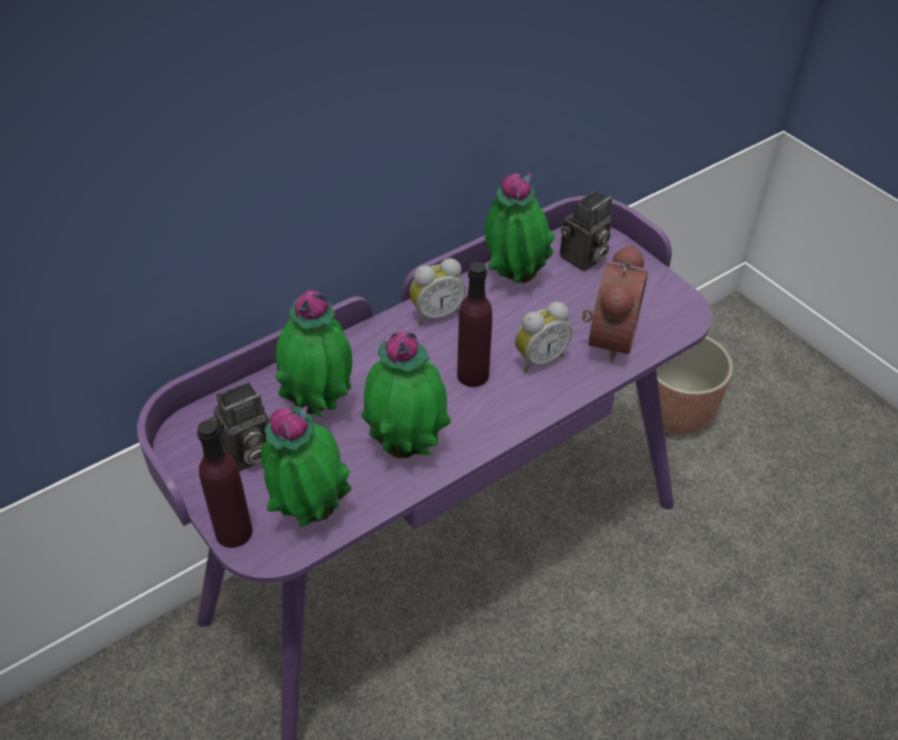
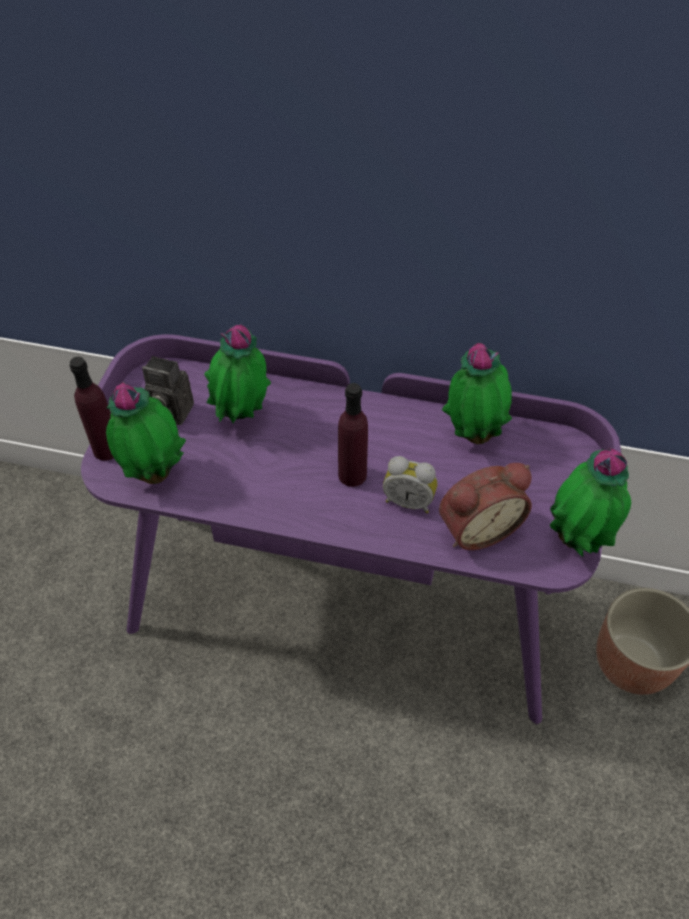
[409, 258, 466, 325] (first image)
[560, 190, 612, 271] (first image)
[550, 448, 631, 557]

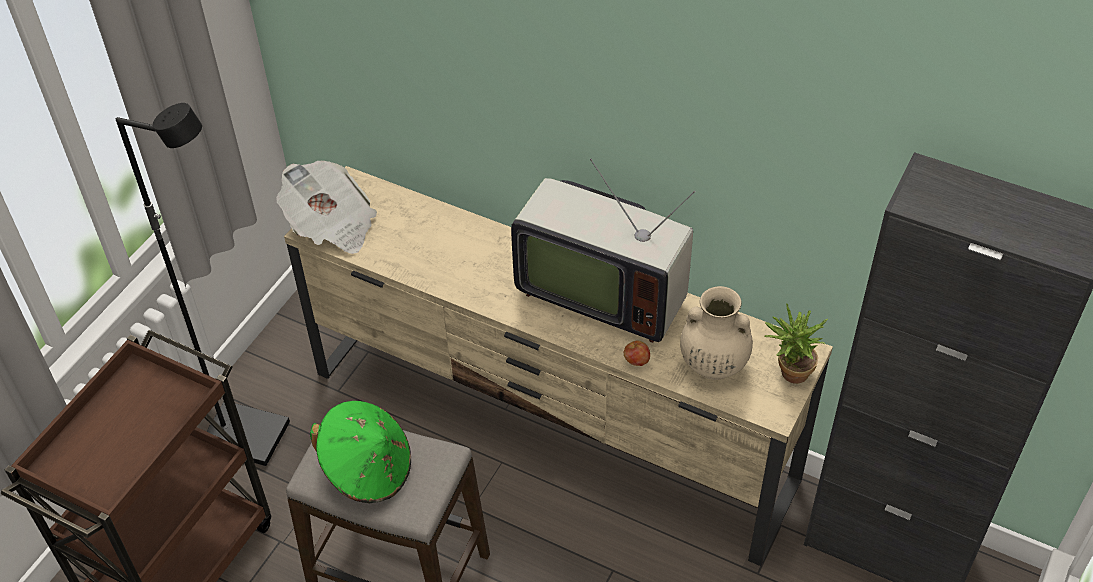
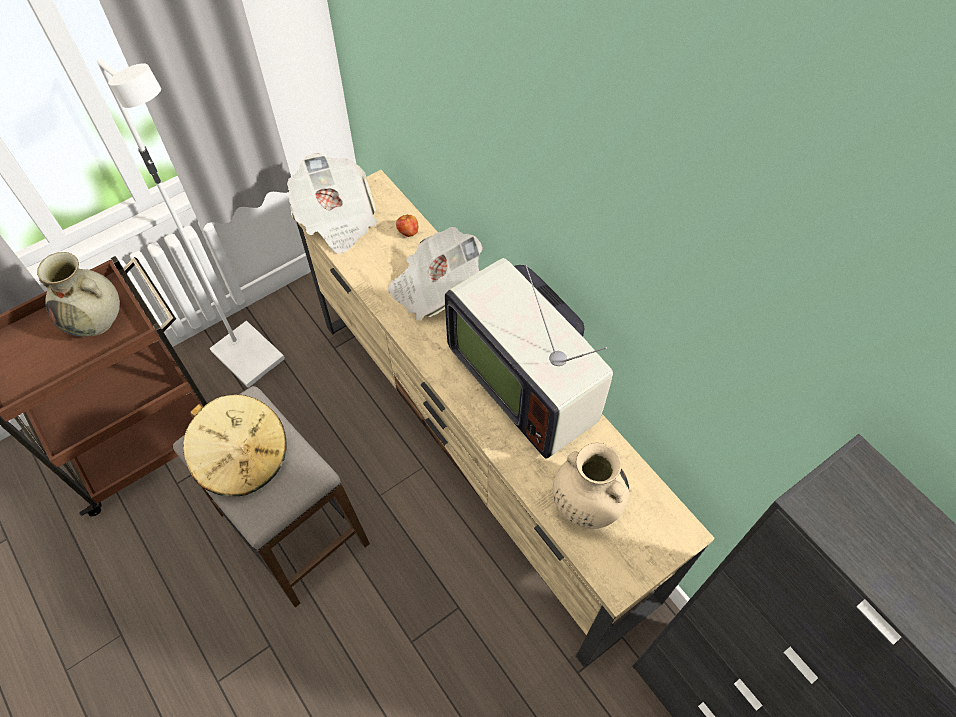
[764, 303, 828, 384] (first image)
[37, 252, 120, 337]
[388, 227, 483, 321]
[396, 214, 418, 237]
[97, 58, 285, 387]
[183, 394, 287, 496]

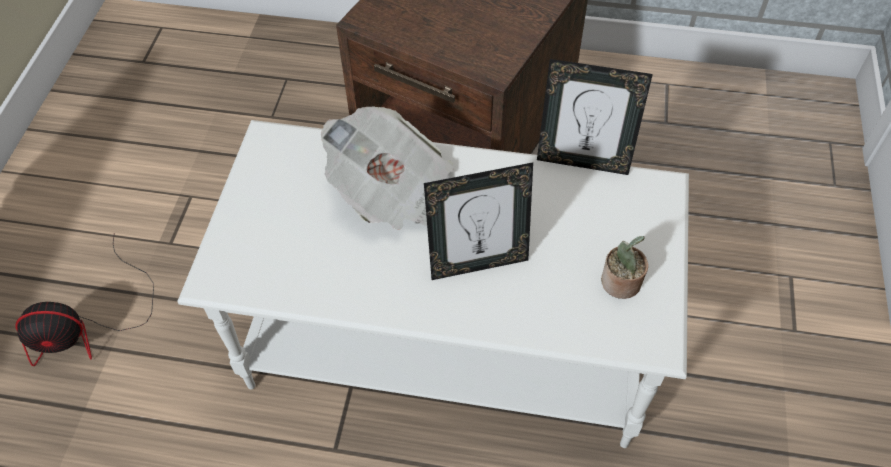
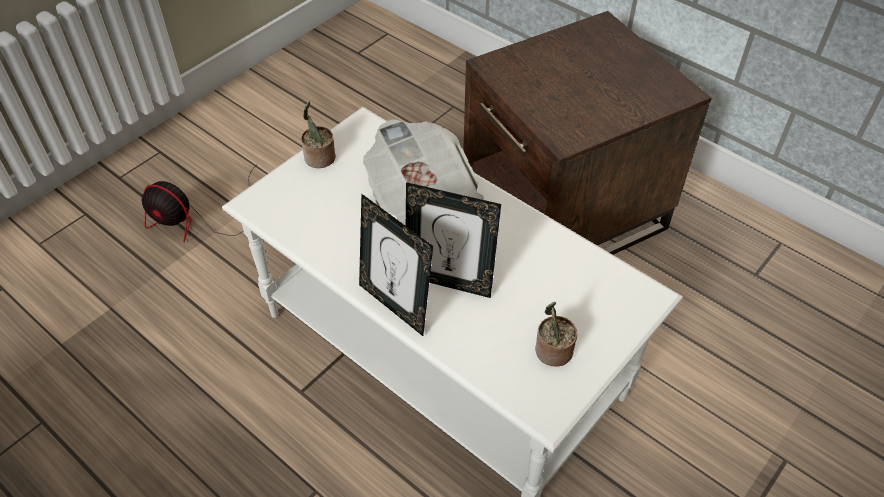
[301, 101, 336, 168]
[359, 194, 433, 336]

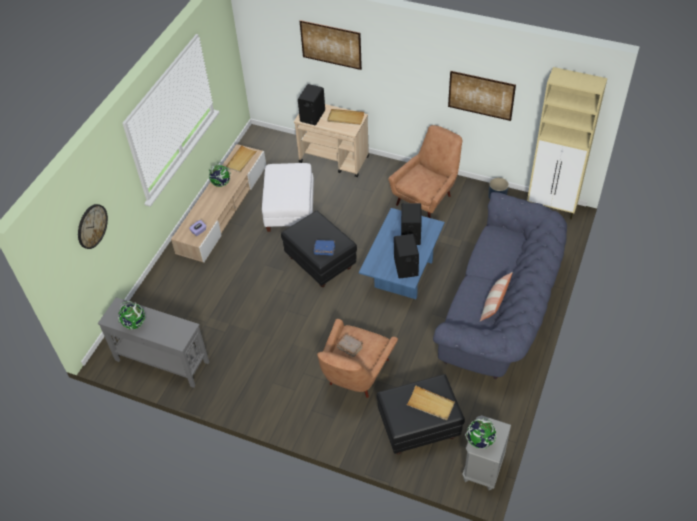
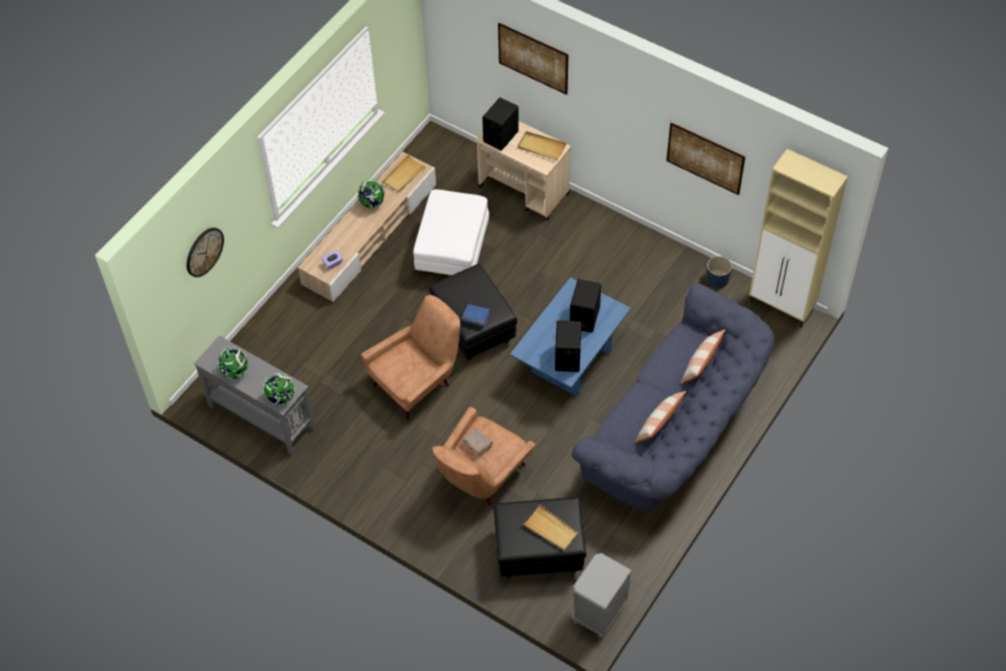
[680, 330, 725, 384]
[361, 295, 461, 420]
[262, 373, 295, 405]

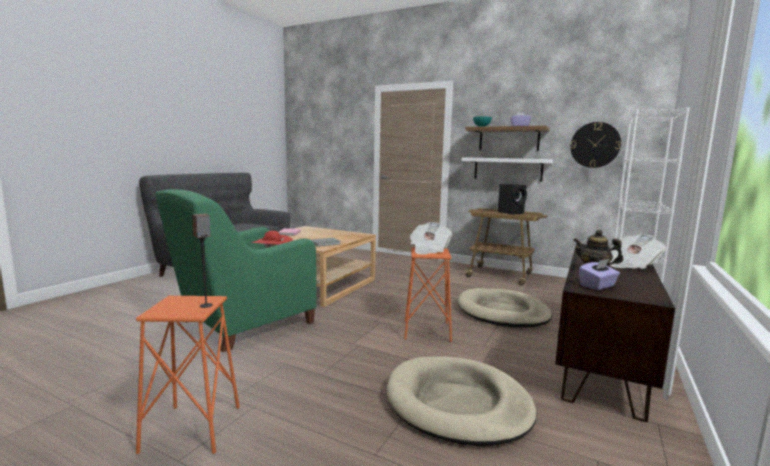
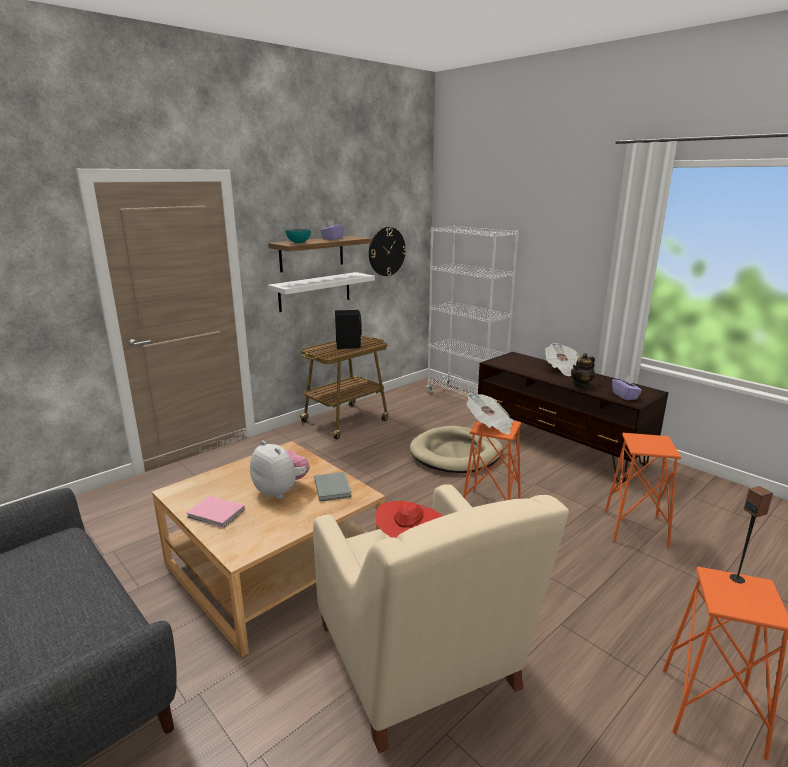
[250, 440, 310, 499]
[605, 433, 681, 548]
[313, 484, 569, 753]

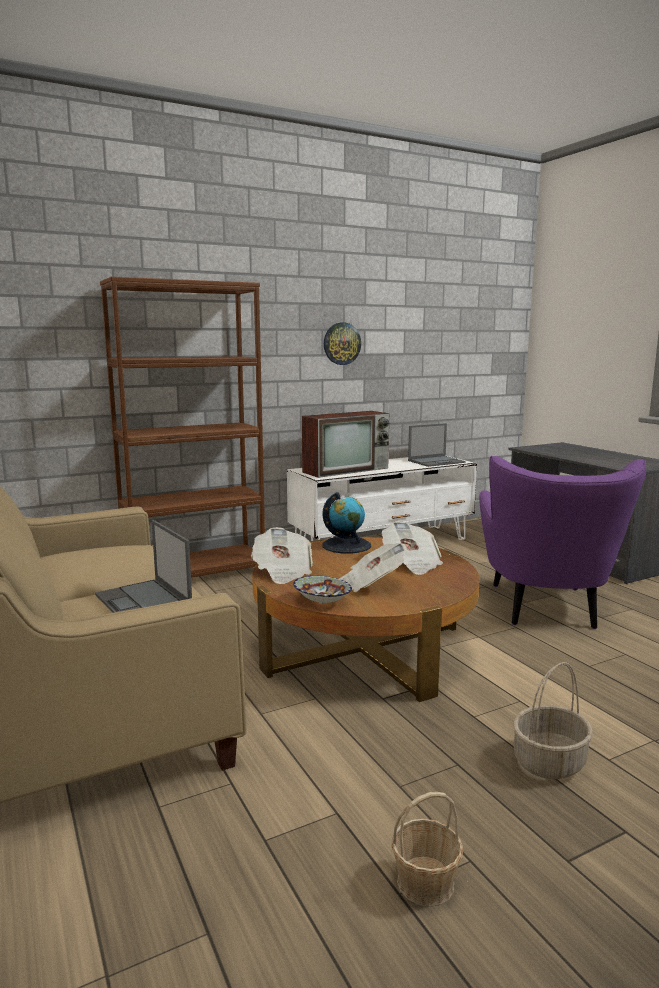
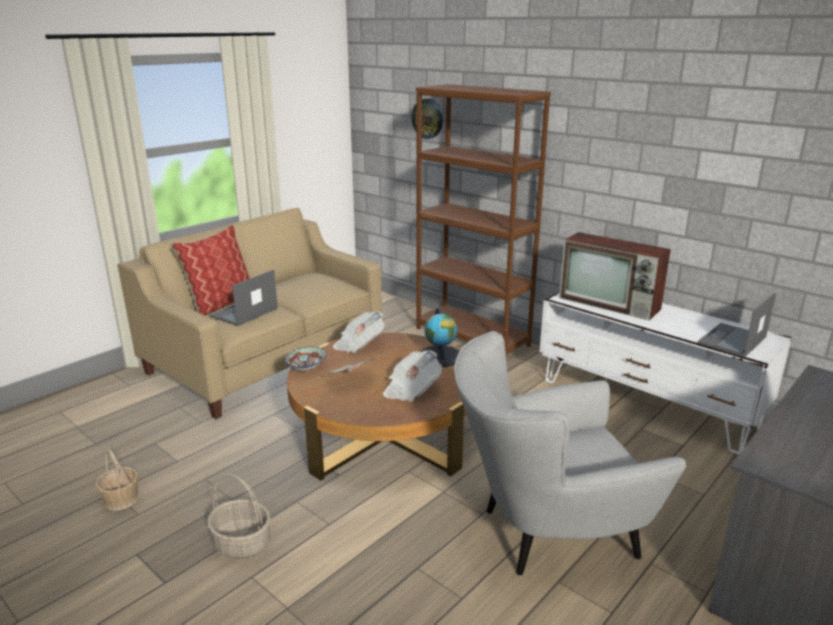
[170, 225, 250, 316]
[412, 99, 443, 139]
[454, 331, 687, 576]
[697, 293, 776, 357]

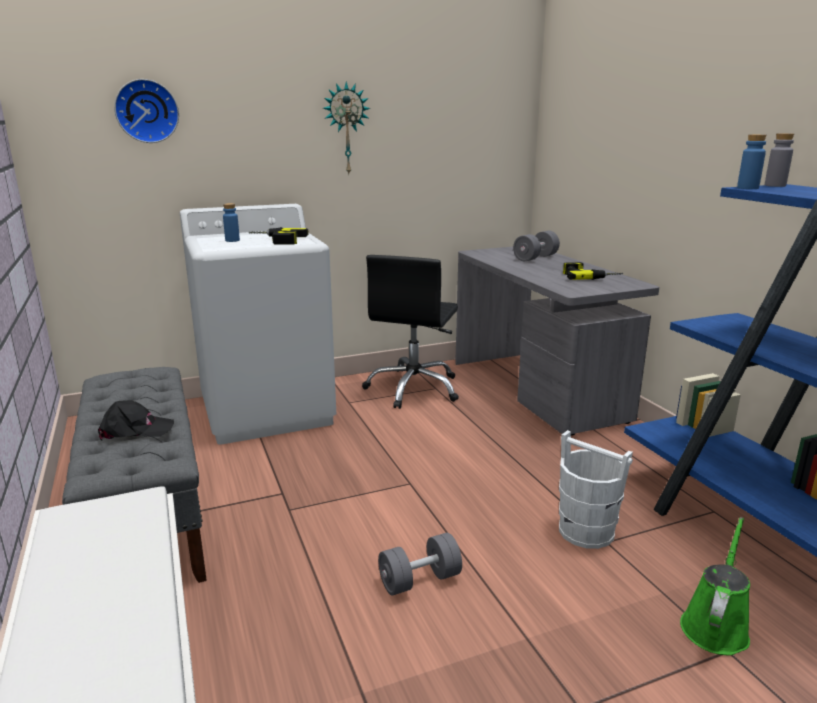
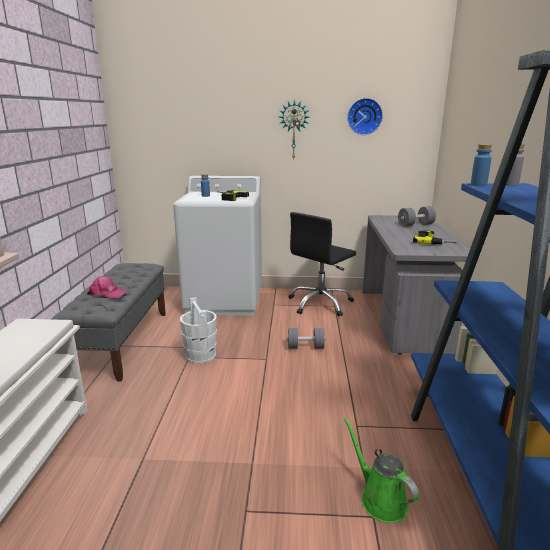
[347, 98, 383, 135]
[287, 328, 325, 349]
[180, 297, 217, 364]
[87, 276, 127, 299]
[344, 418, 419, 523]

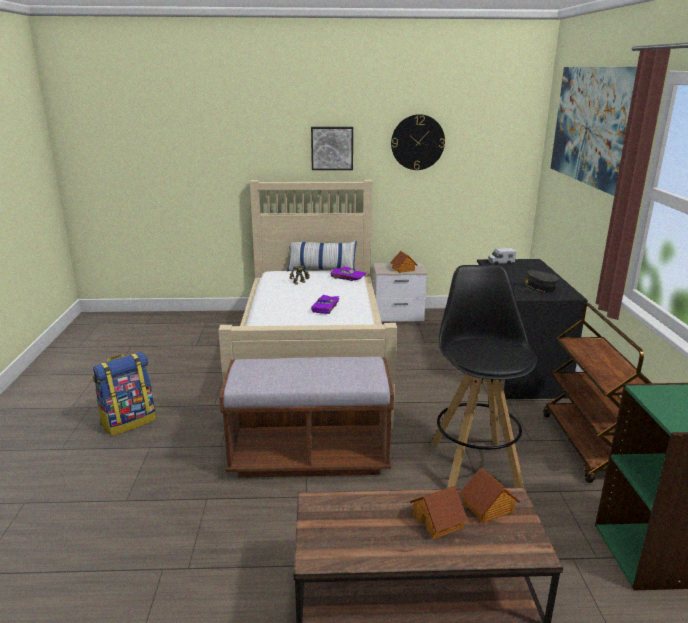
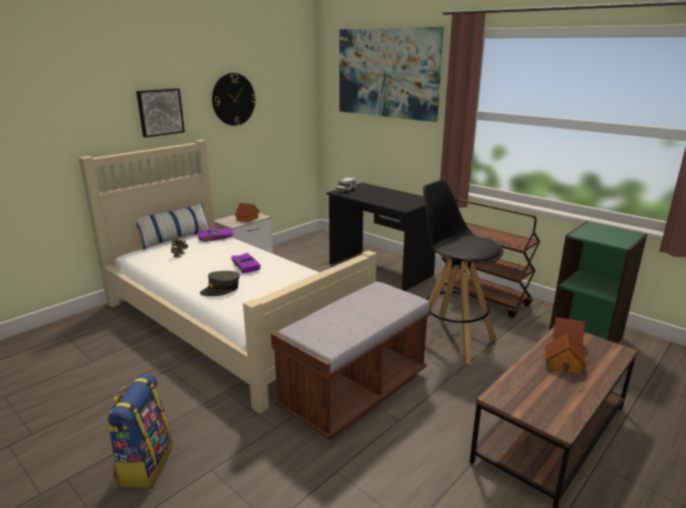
[200, 271, 240, 296]

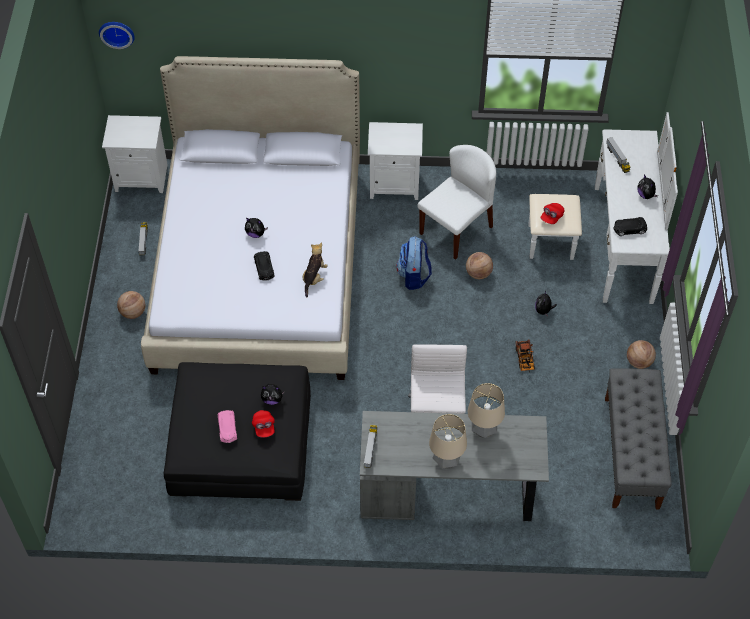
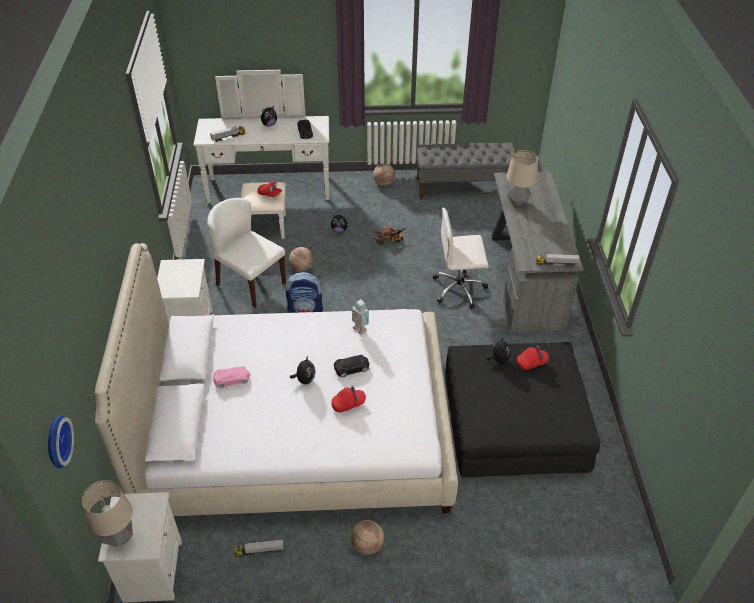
[331, 386, 366, 413]
[213, 366, 250, 388]
[82, 480, 133, 547]
[352, 299, 369, 335]

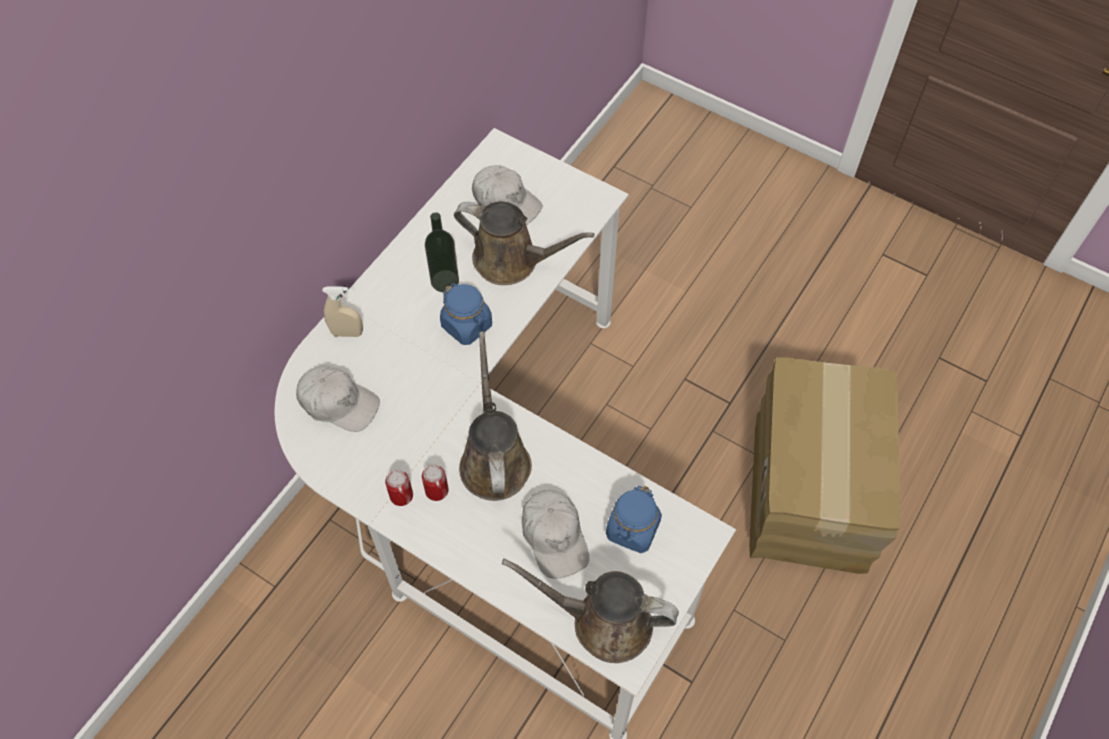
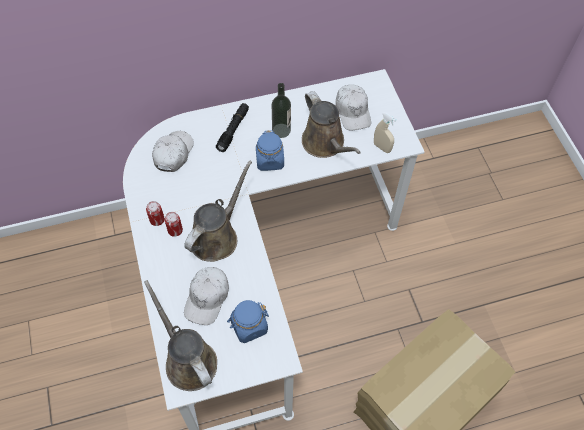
[216, 103, 249, 152]
[374, 112, 396, 153]
[152, 131, 194, 172]

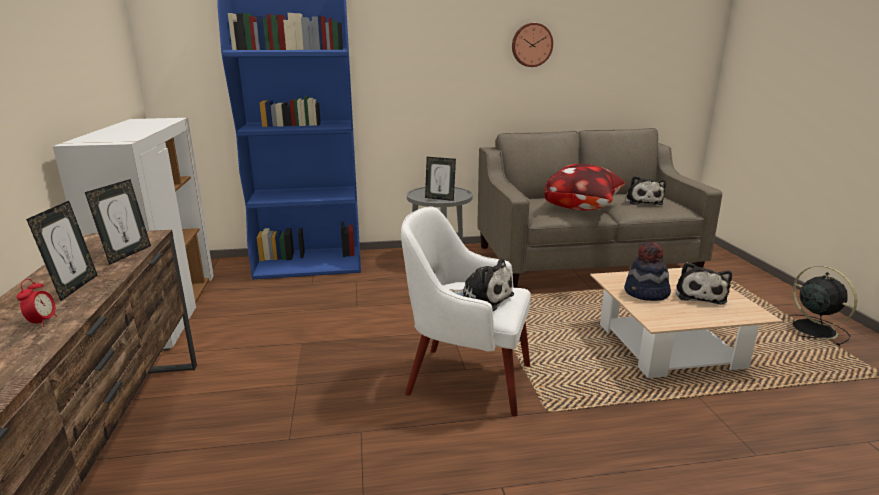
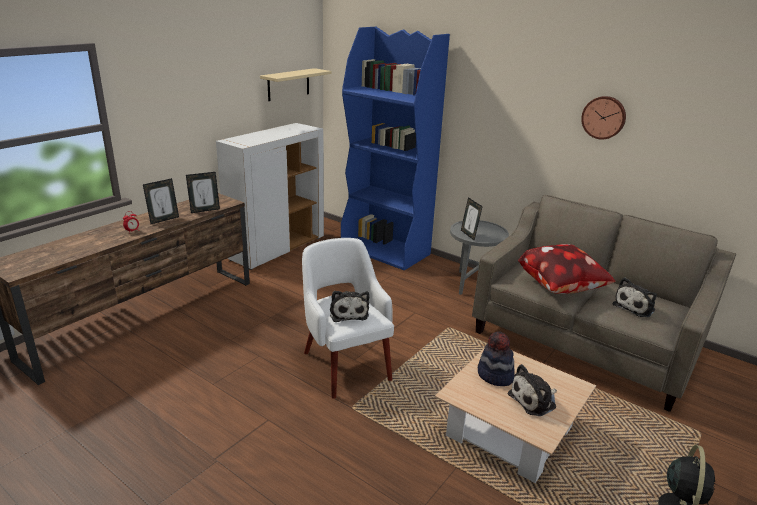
[260, 68, 331, 101]

